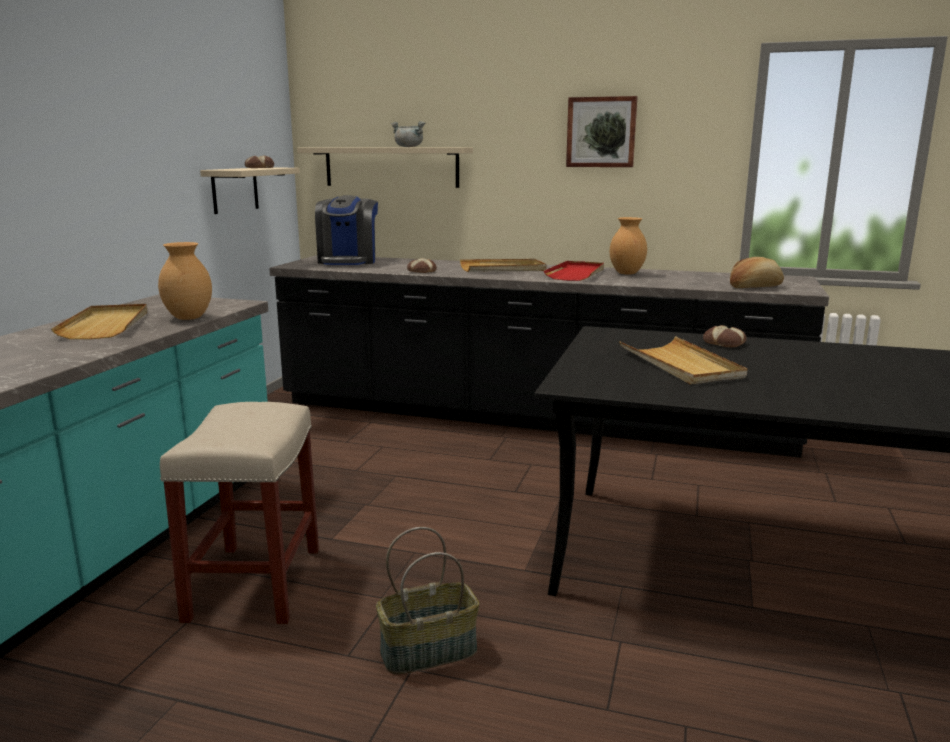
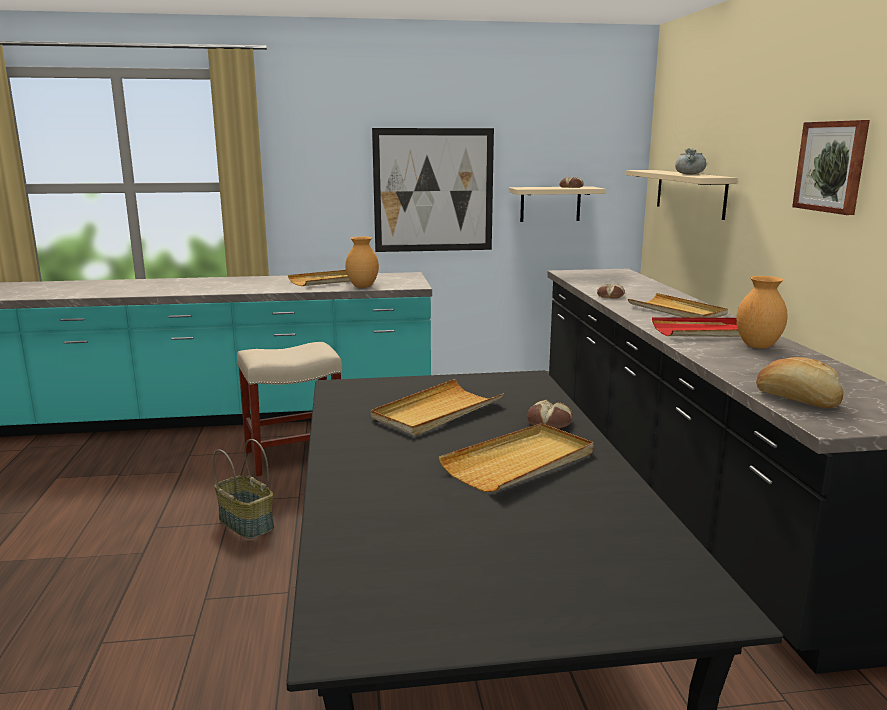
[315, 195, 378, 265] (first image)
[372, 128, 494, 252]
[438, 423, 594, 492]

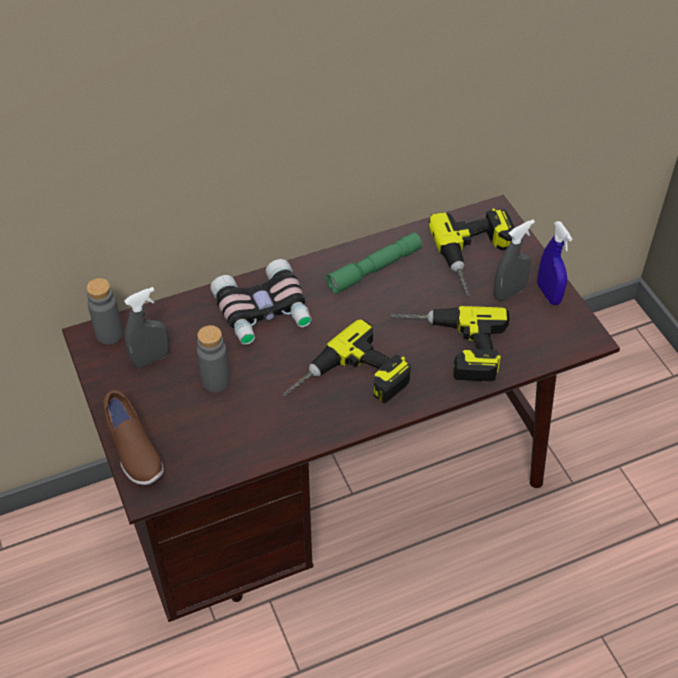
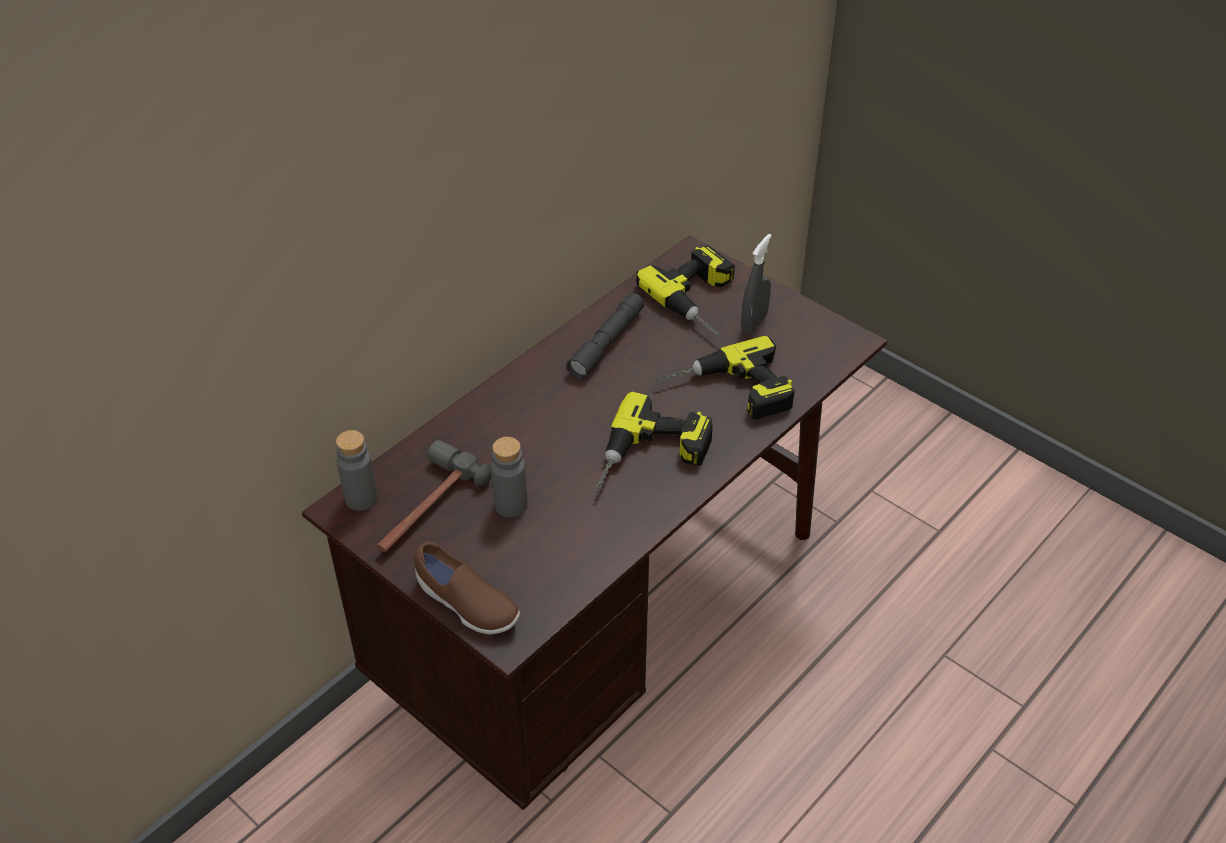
[210, 259, 312, 345] (first image)
[538, 221, 572, 305] (first image)
[377, 440, 492, 552]
[566, 293, 644, 379]

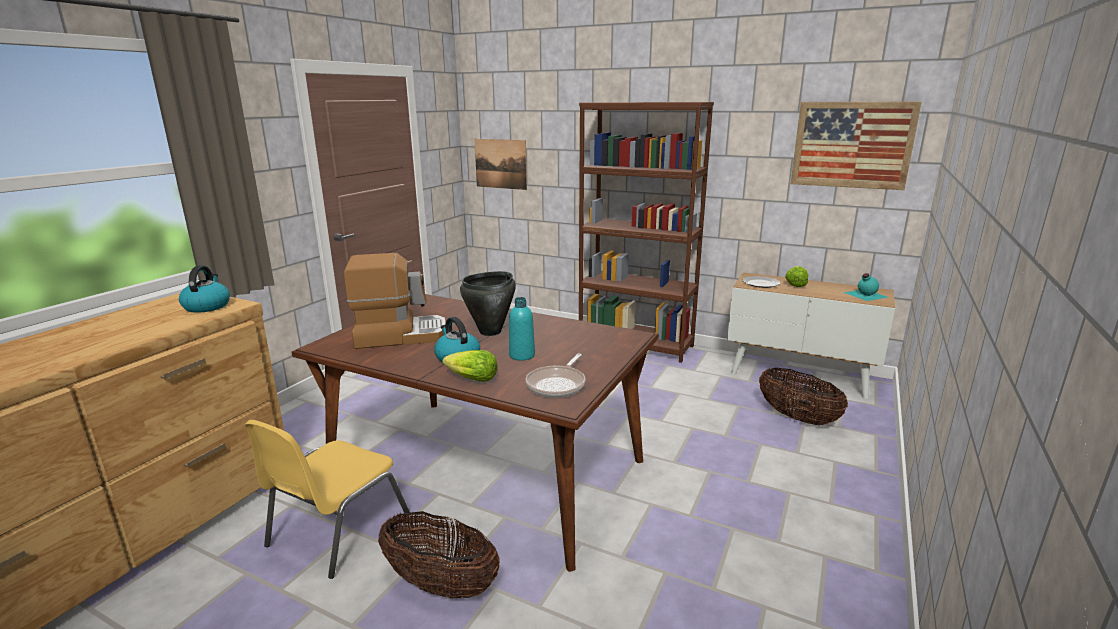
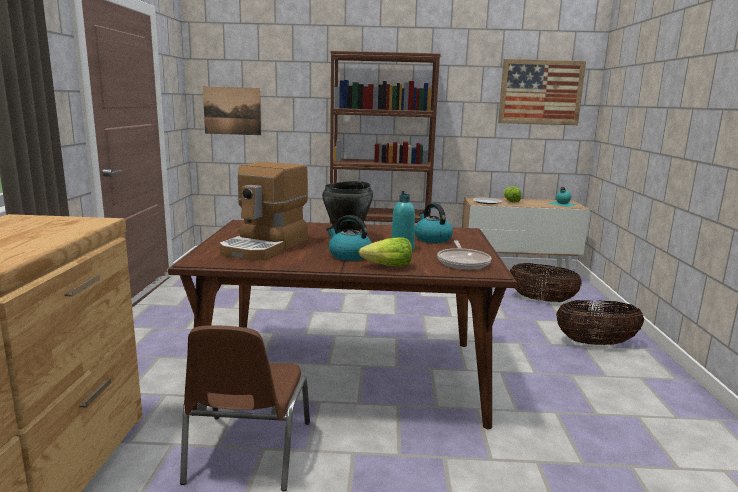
[415, 203, 453, 243]
[556, 300, 644, 345]
[180, 325, 310, 491]
[219, 162, 308, 260]

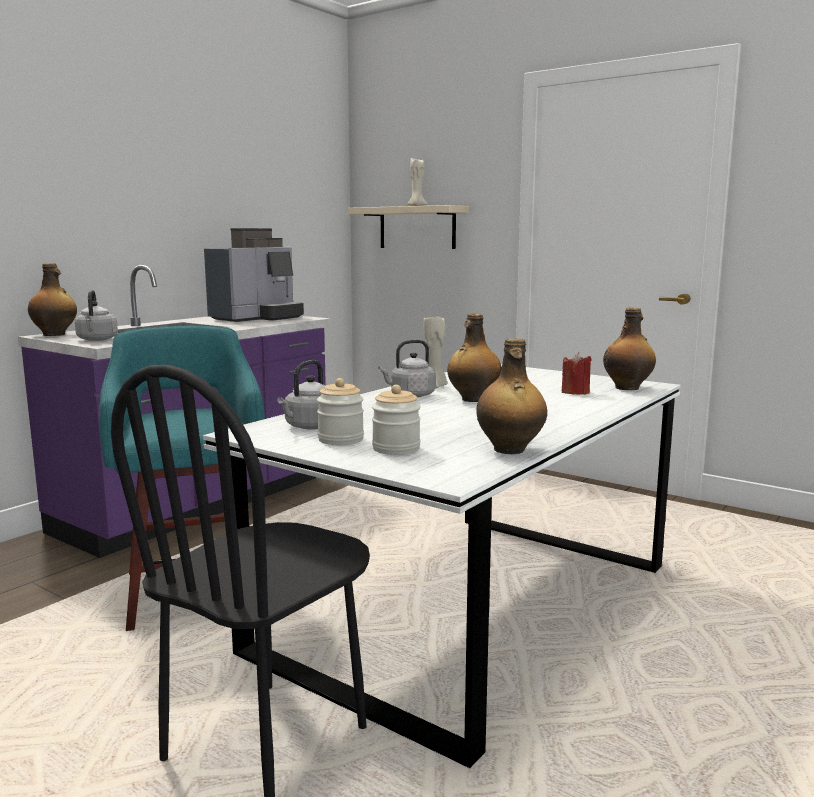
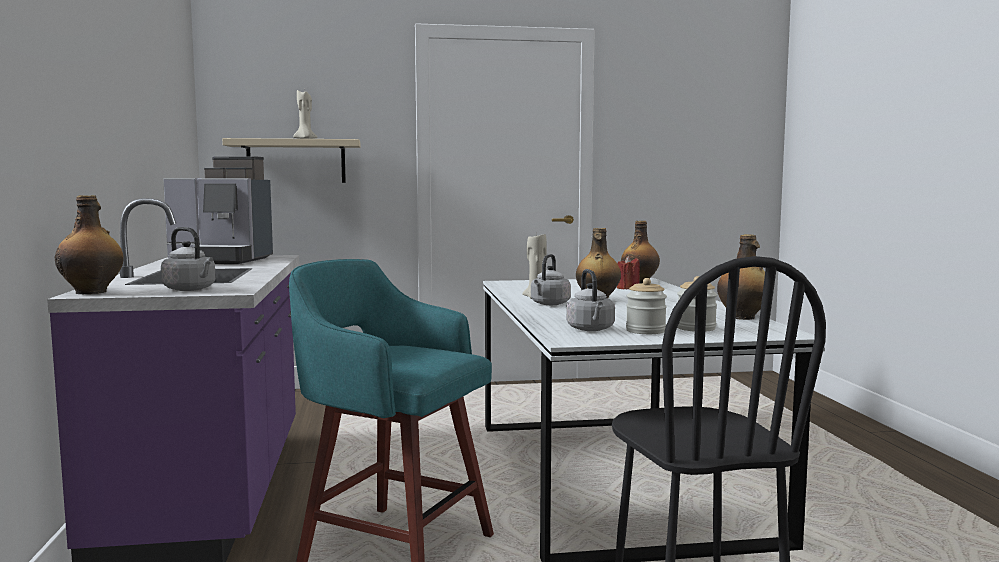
[163, 156, 273, 264]

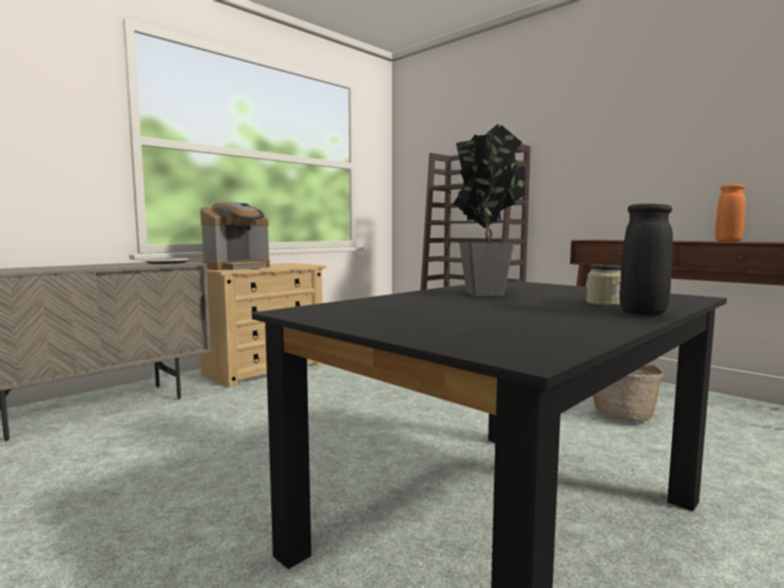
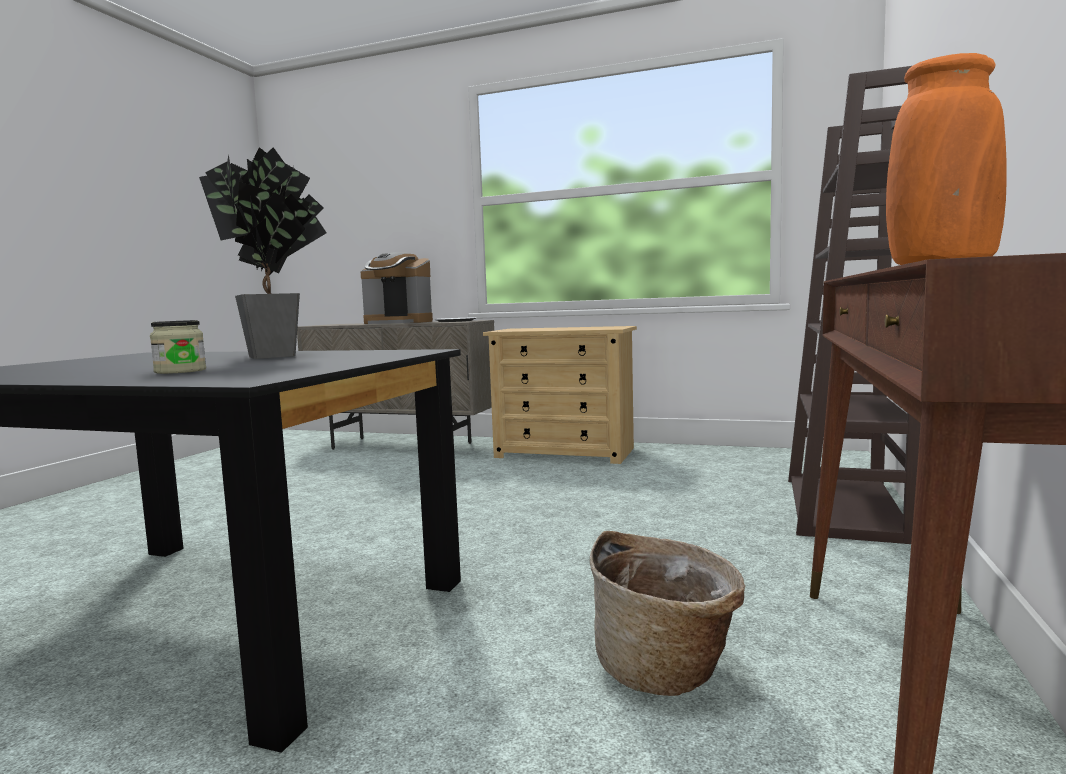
[620, 204, 673, 315] (first image)
[360, 252, 433, 324]

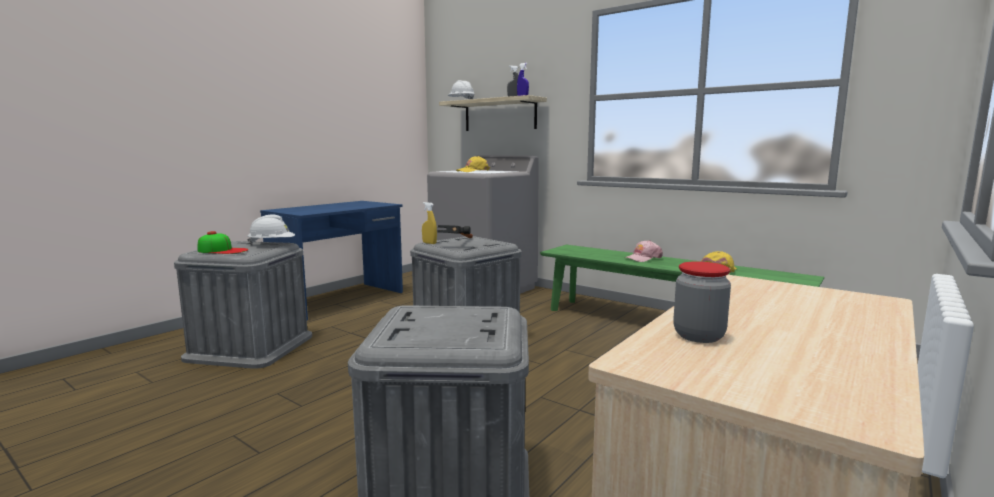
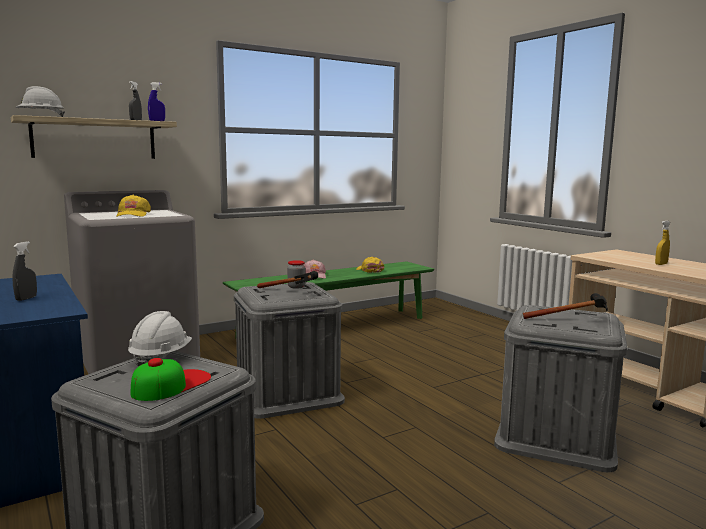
[12, 241, 37, 301]
[523, 293, 608, 319]
[655, 221, 670, 265]
[287, 260, 305, 289]

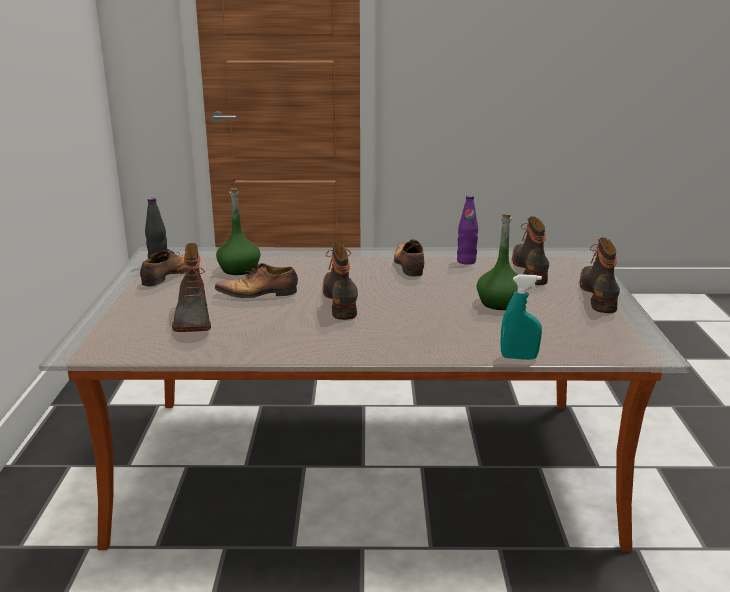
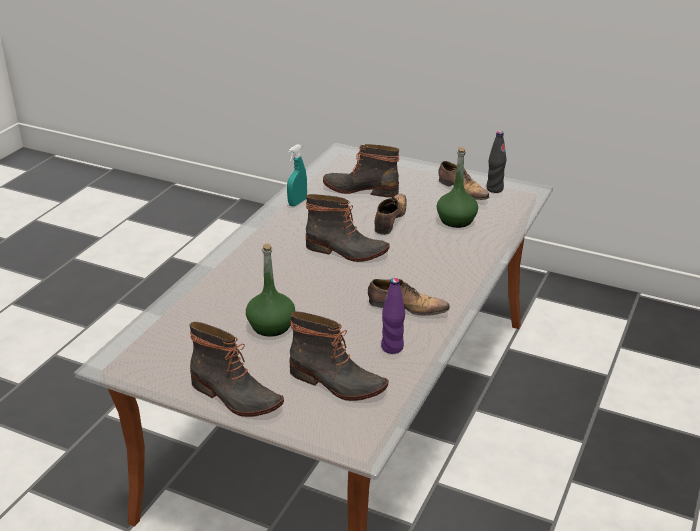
[287, 144, 307, 207]

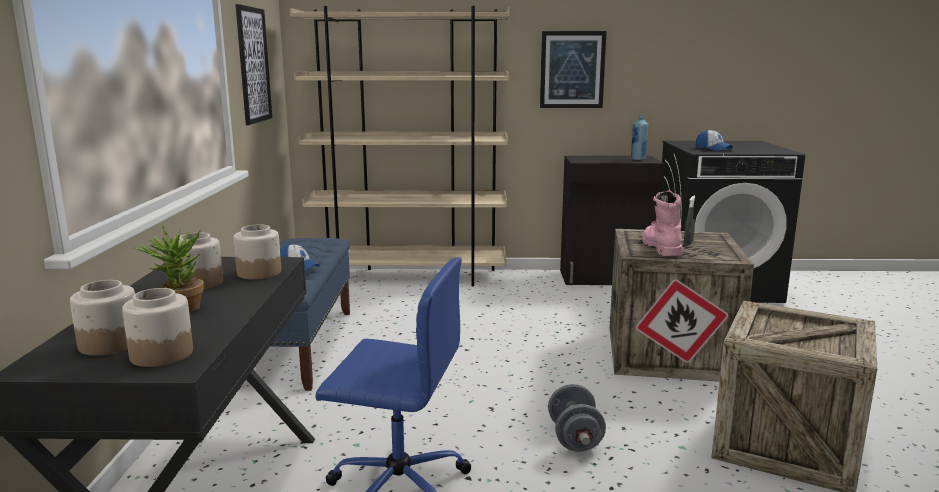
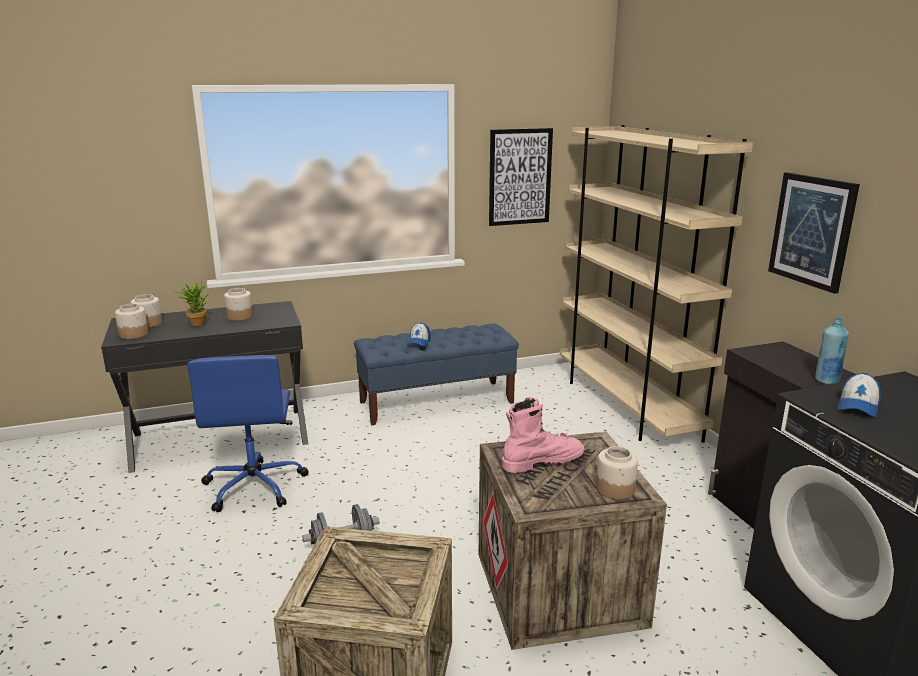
[684, 196, 695, 246] (first image)
[596, 446, 638, 500]

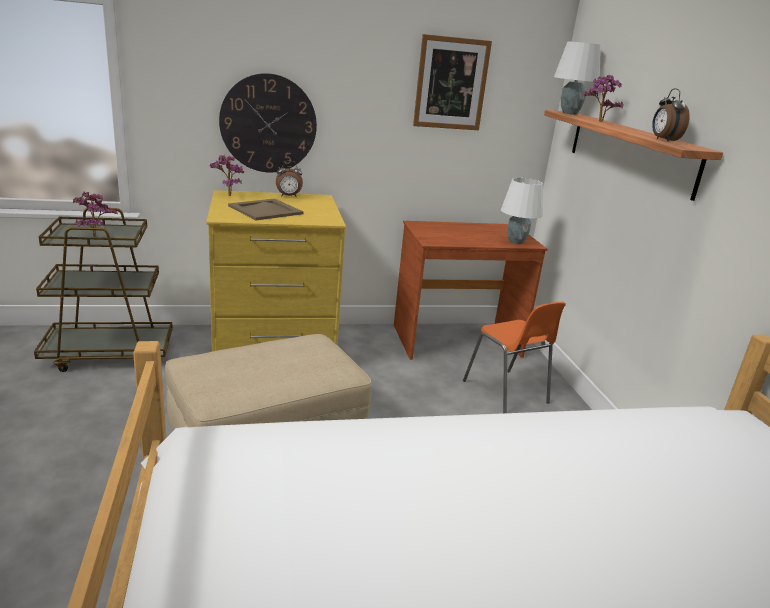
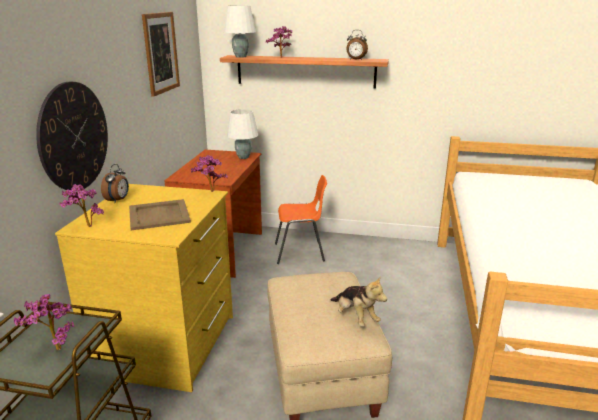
[191, 155, 228, 192]
[331, 277, 387, 326]

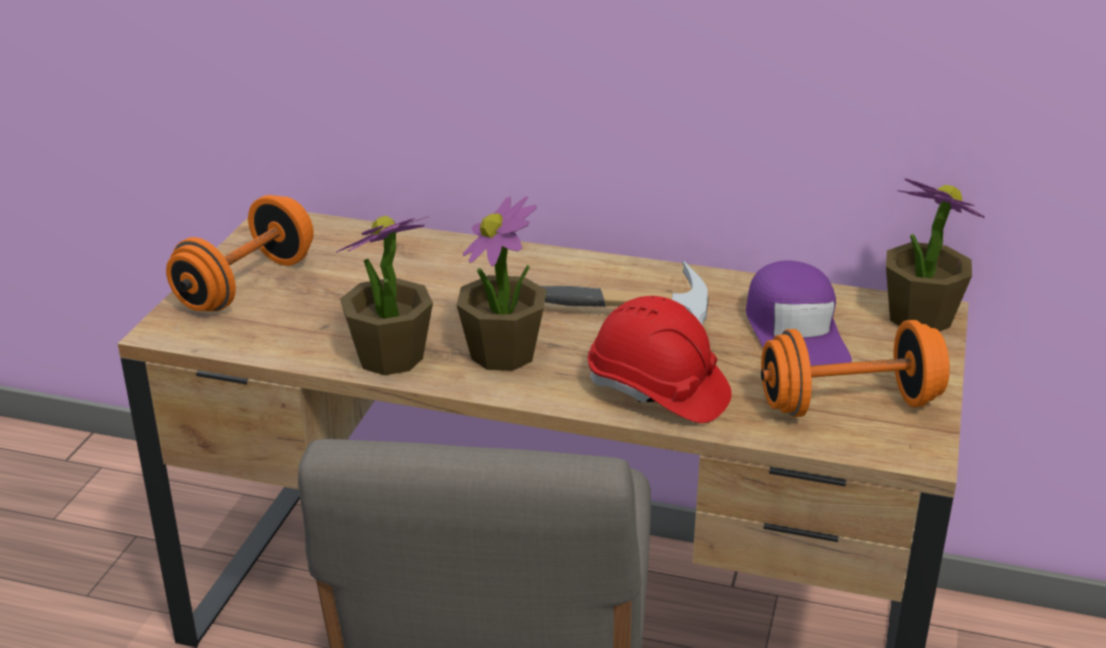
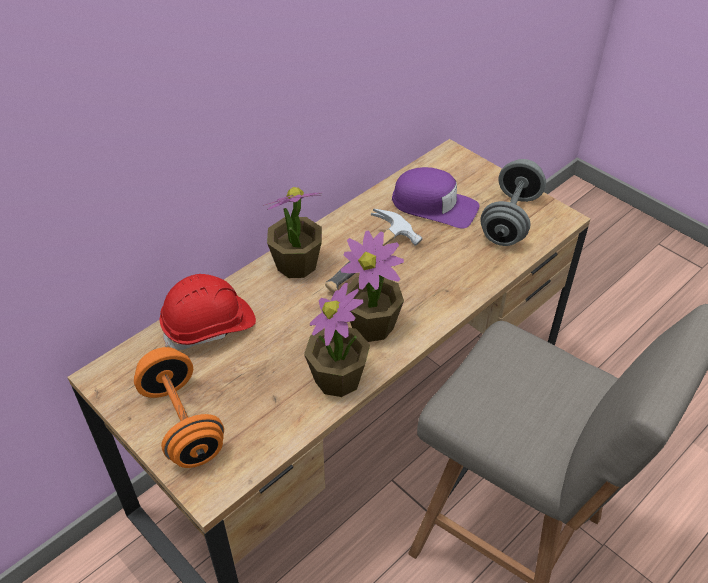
[159, 274, 256, 350]
[263, 187, 323, 278]
[480, 159, 546, 246]

